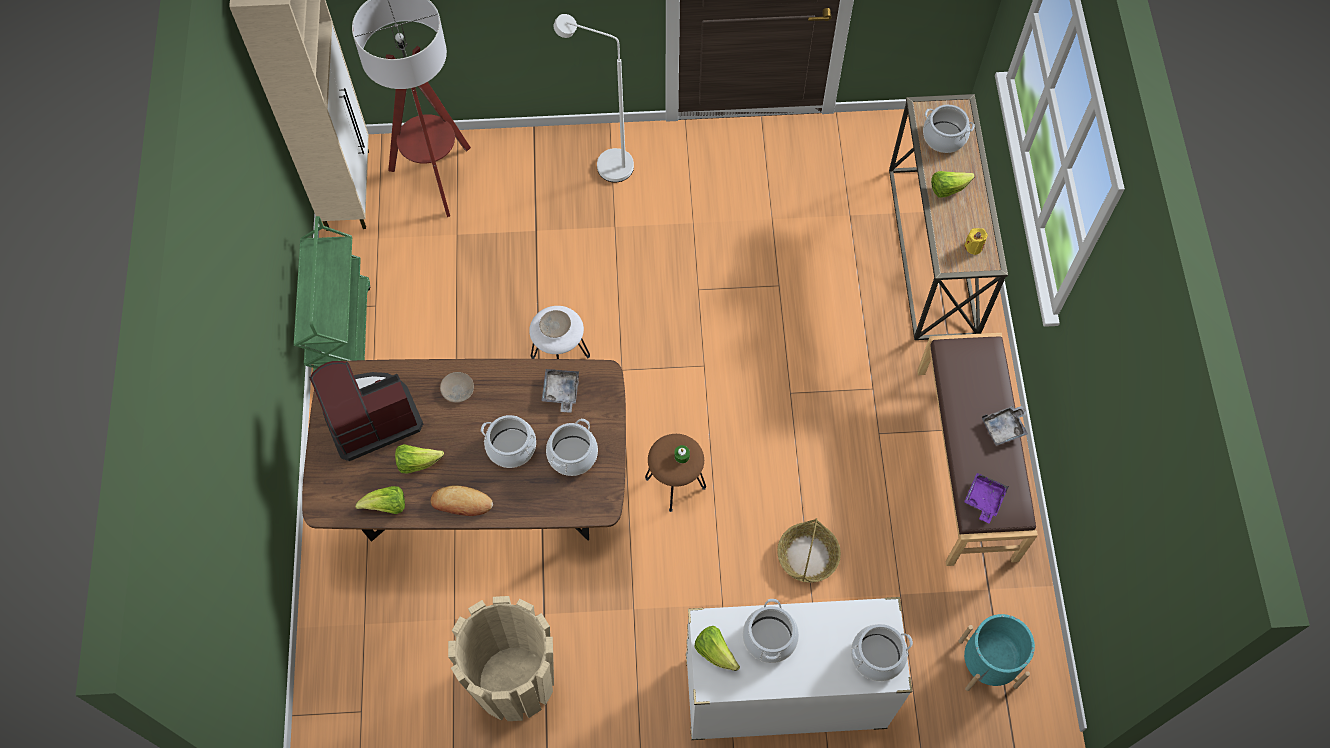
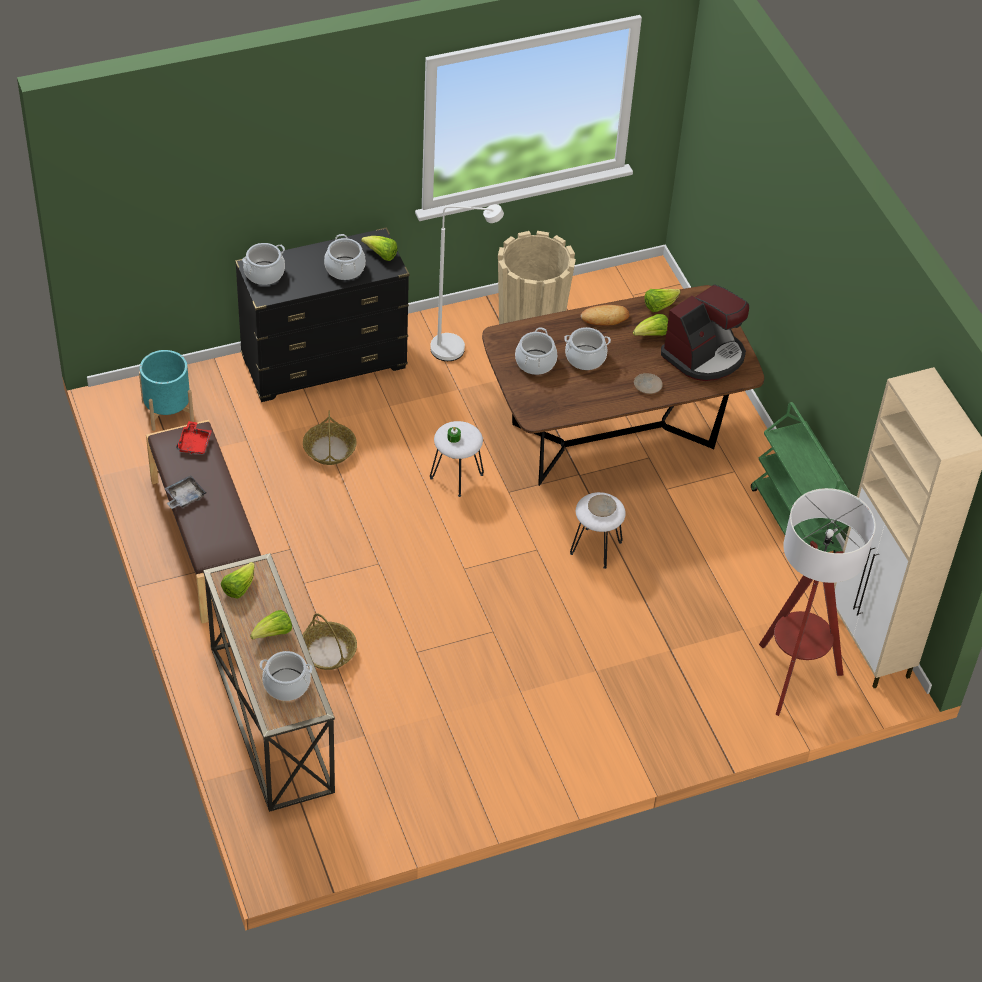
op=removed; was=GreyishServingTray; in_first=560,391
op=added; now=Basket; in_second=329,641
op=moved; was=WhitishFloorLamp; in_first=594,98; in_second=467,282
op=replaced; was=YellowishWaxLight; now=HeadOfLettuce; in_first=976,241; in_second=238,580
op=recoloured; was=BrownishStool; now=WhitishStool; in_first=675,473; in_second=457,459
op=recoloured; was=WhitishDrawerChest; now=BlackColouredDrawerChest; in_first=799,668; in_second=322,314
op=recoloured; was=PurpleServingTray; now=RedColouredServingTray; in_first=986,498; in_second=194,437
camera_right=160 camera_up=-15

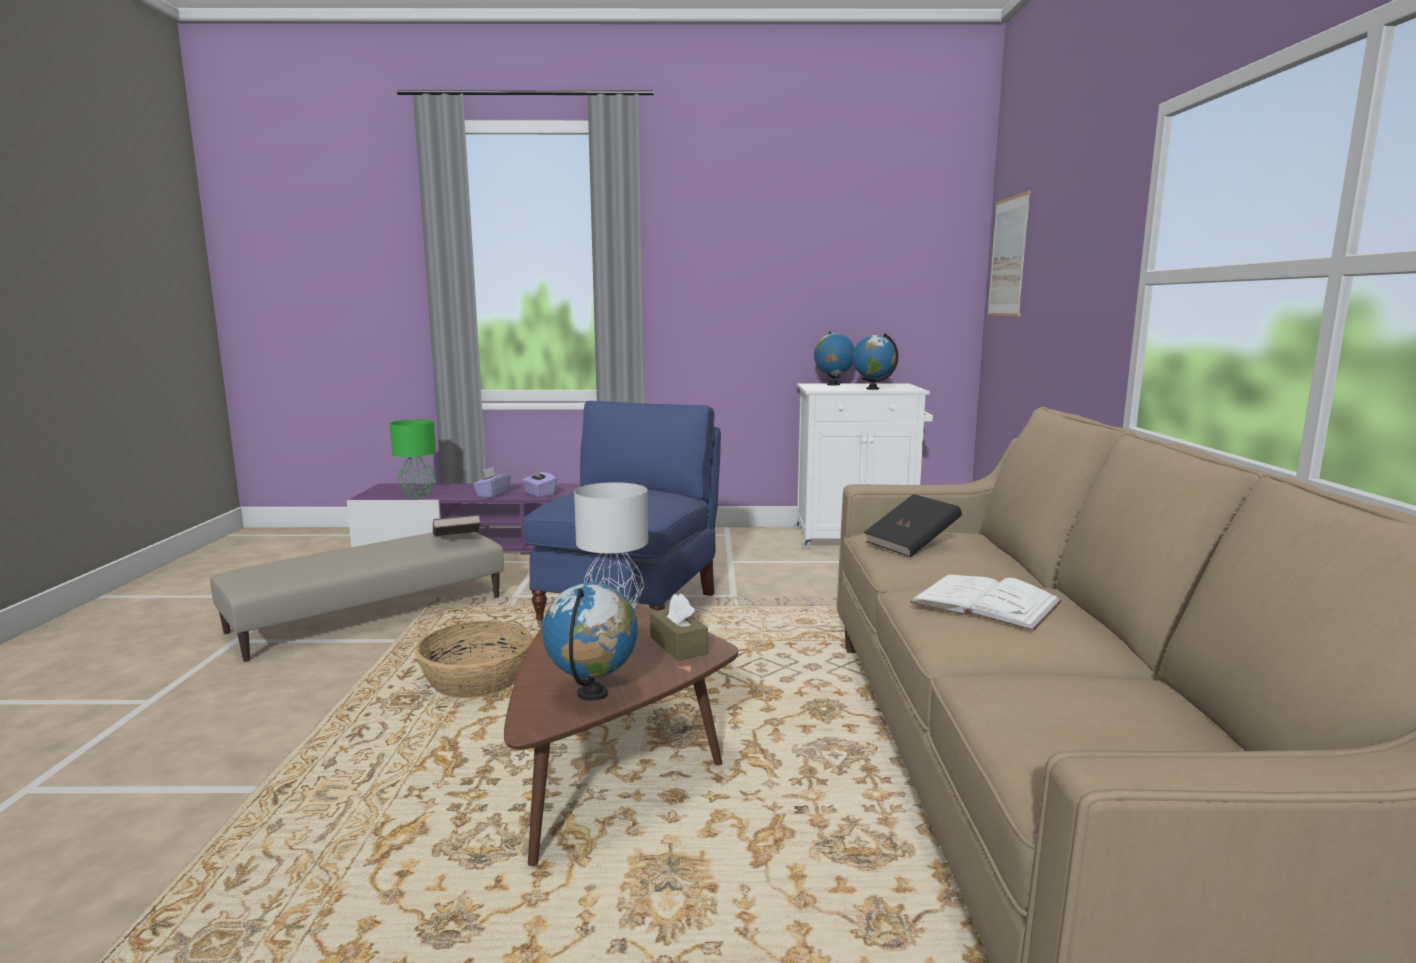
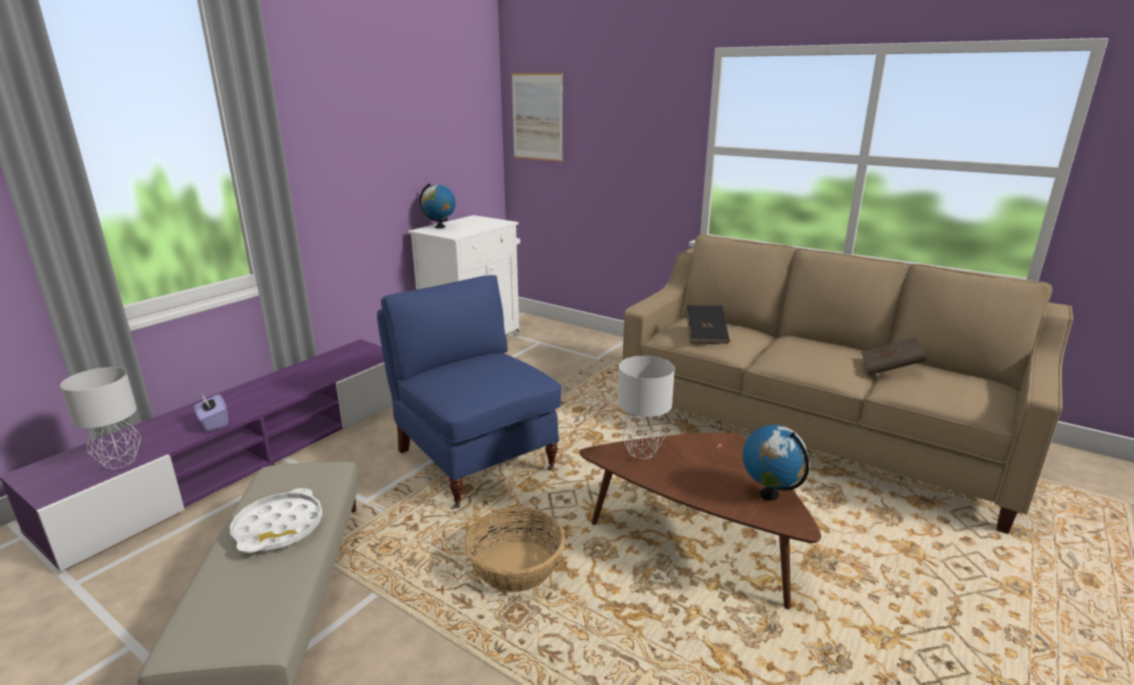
op=removed; was=PurpleTissueBox; in_first=539,482
op=removed; was=BrownishTissueBox; in_first=679,627
op=removed; was=WorldGlobe; in_first=875,361
op=removed; was=WhitishBook; in_first=986,602
op=added; now=WhitishServingTray; in_second=276,520
op=moved; was=BrownishBook; in_first=457,525; in_second=894,356
op=recoloured; was=GreenTableLamp; now=GreyishTableLamp; in_first=412,458; in_second=100,418
camera_right=-55 camera_up=10

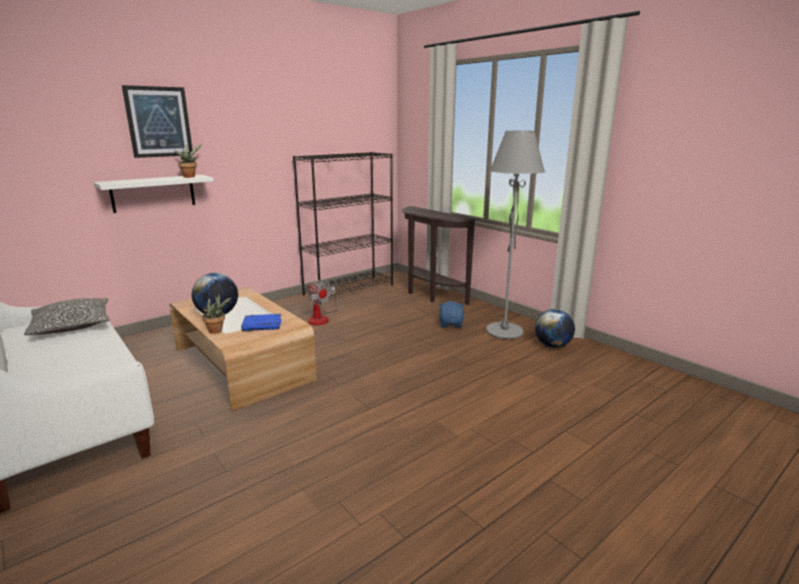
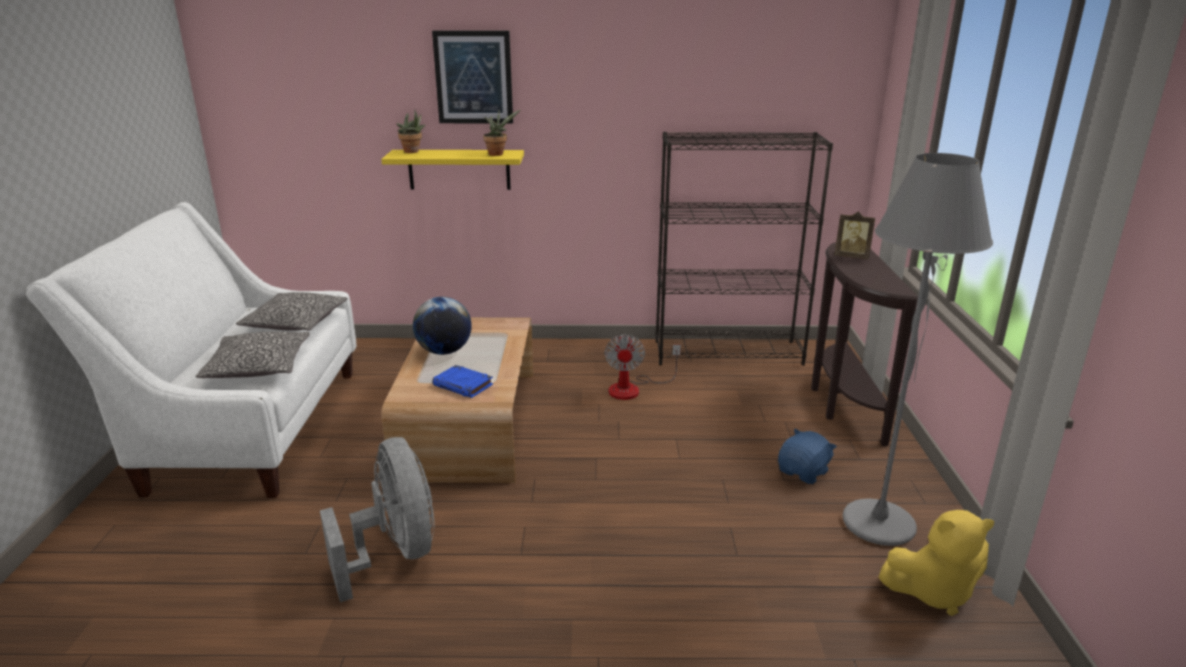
op=added; now=Pillow; in_second=252,355
op=added; now=GreyishFan; in_second=377,519
op=added; now=PhotoFrame; in_second=854,235
op=moved; was=PottedPlant; in_first=216,314; in_second=411,131
op=replaced; was=WorldGlobe; now=YellowishPlushToy; in_first=555,328; in_second=936,563
op=recoloured; was=WhitishWallShelf; now=YellowishWallShelf; in_first=154,194; in_second=452,170
camera_right=40 camera_up=5

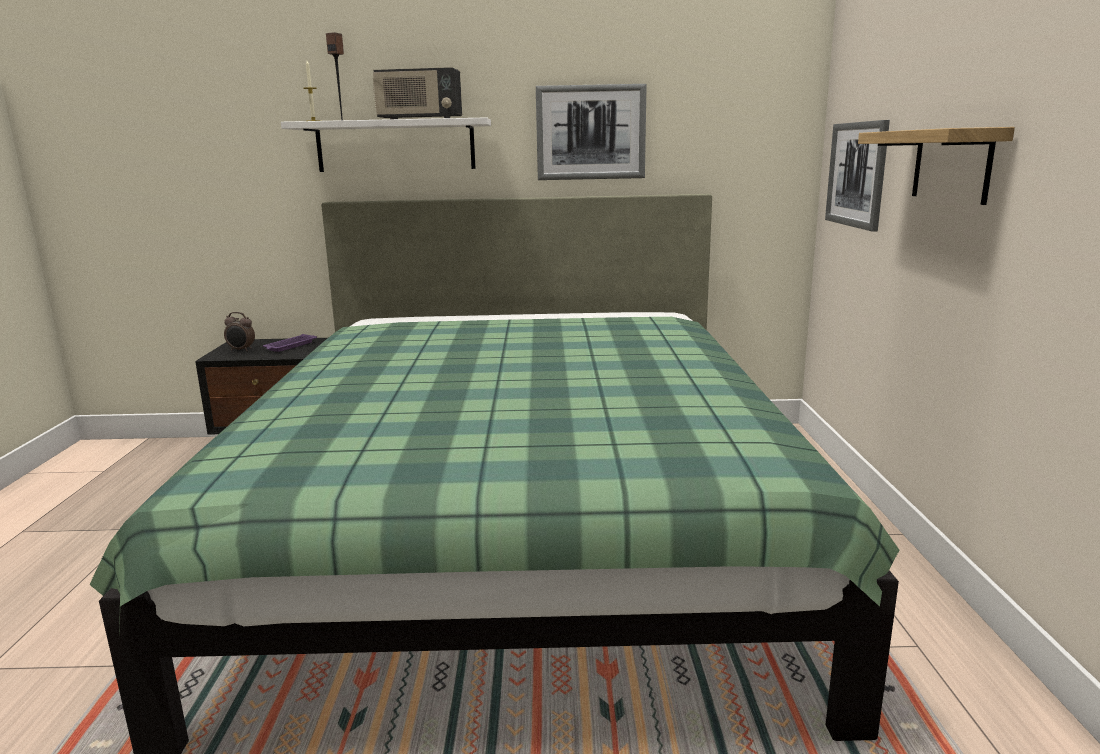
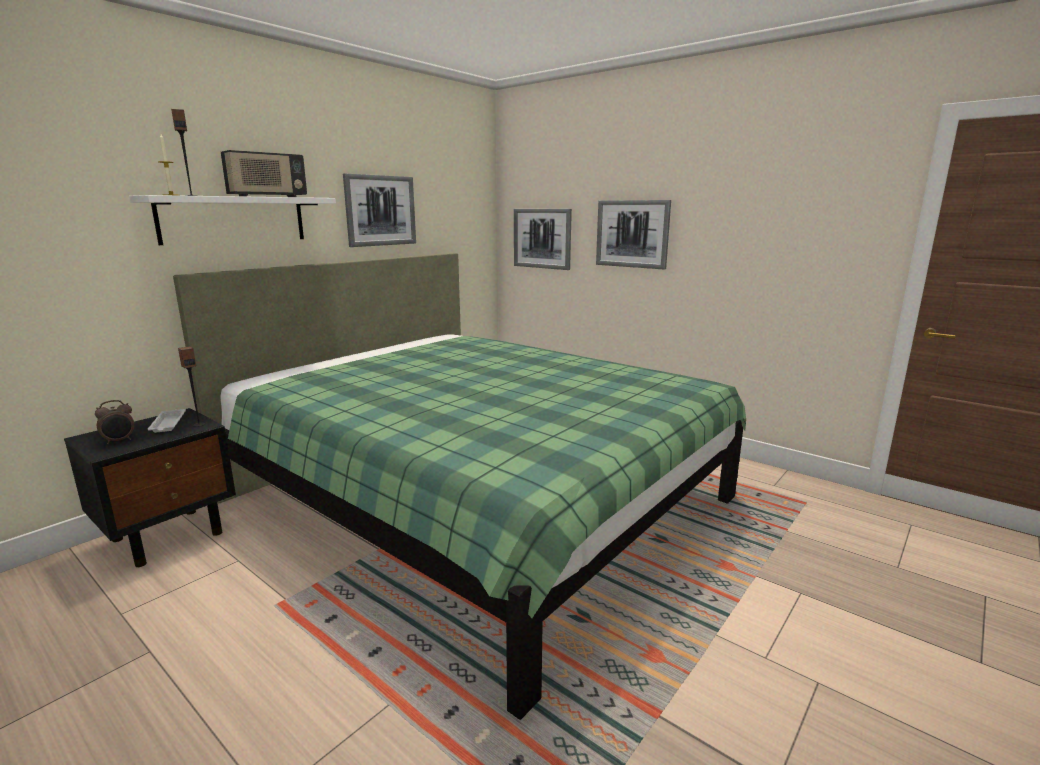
op=added; now=Speaker; in_second=191,386
op=replaced; was=WallShelf; now=WallPicture; in_first=936,166; in_second=633,235
op=recoloured; was=PurpleServingTray; now=WhitishServingTray; in_first=290,343; in_second=167,421
camera_right=-50 camera_up=0

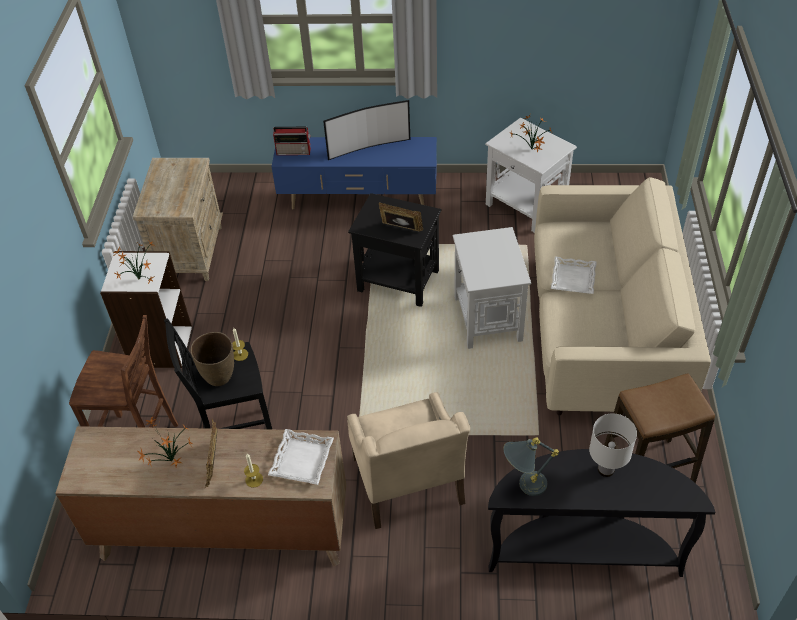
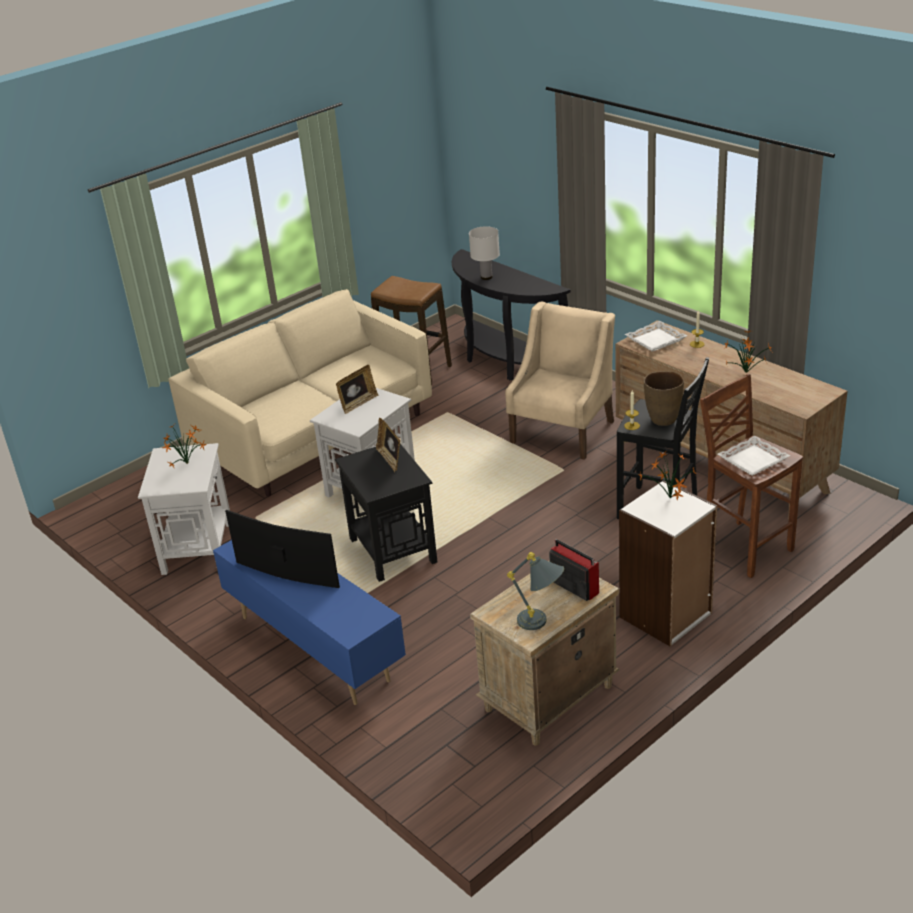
op=moved; was=PhotoFrame; in_first=211,453; in_second=357,389
op=moved; was=RadioSet; in_first=292,140; in_second=574,570
op=moved; was=GreyishTableLamp; in_first=531,467; in_second=535,591
op=moved; was=WhitishServingTray; in_first=574,275; in_second=754,456
camera_right=-135 camera_up=-15

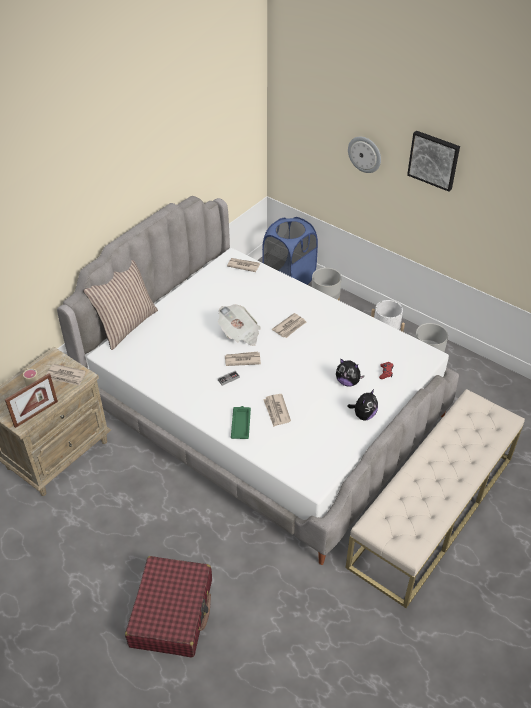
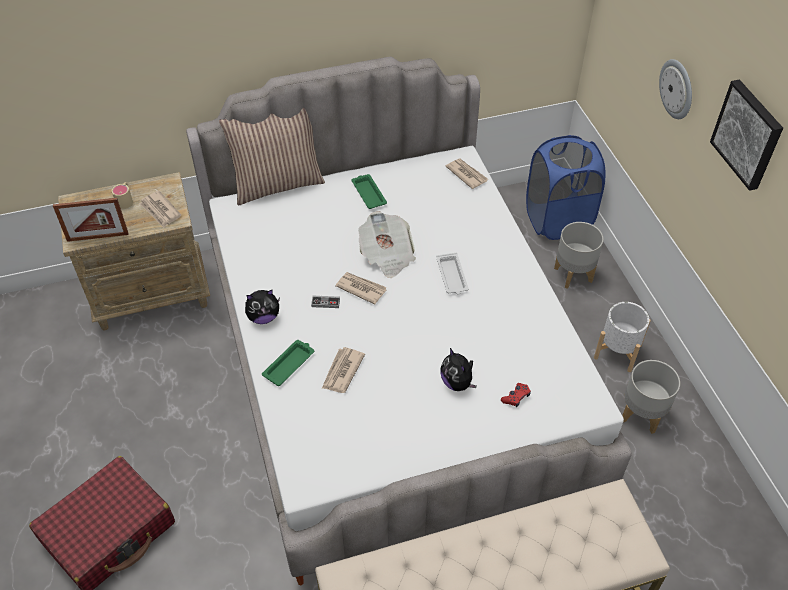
op=added; now=GreenServingTray; in_second=369,191
op=moved; was=PlushToy; in_first=362,404; in_second=262,307
op=replaced; was=PrintedPaper; now=WhitishServingTray; in_first=289,325; in_second=452,274
camera_right=35 camera_up=5

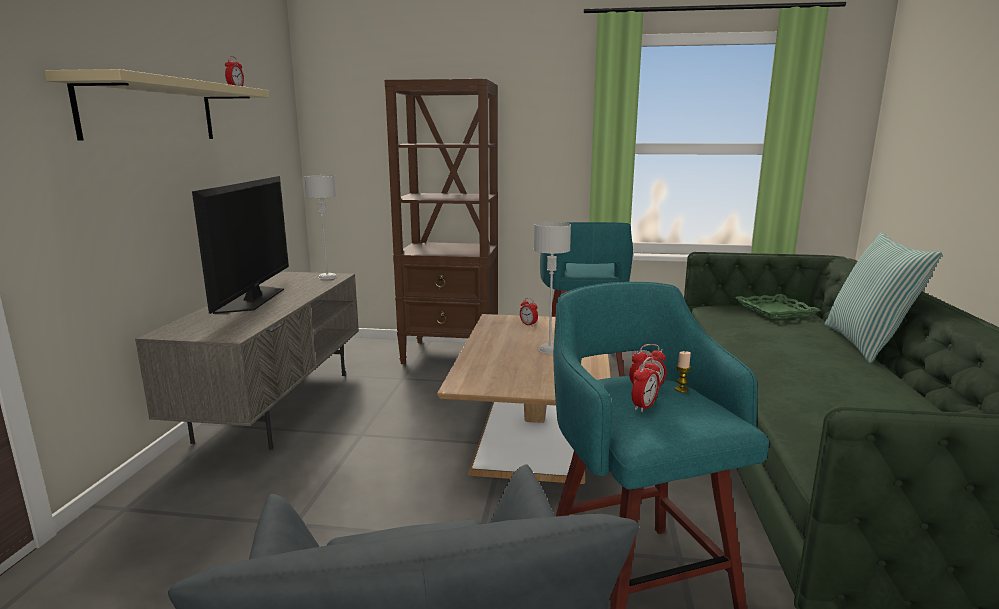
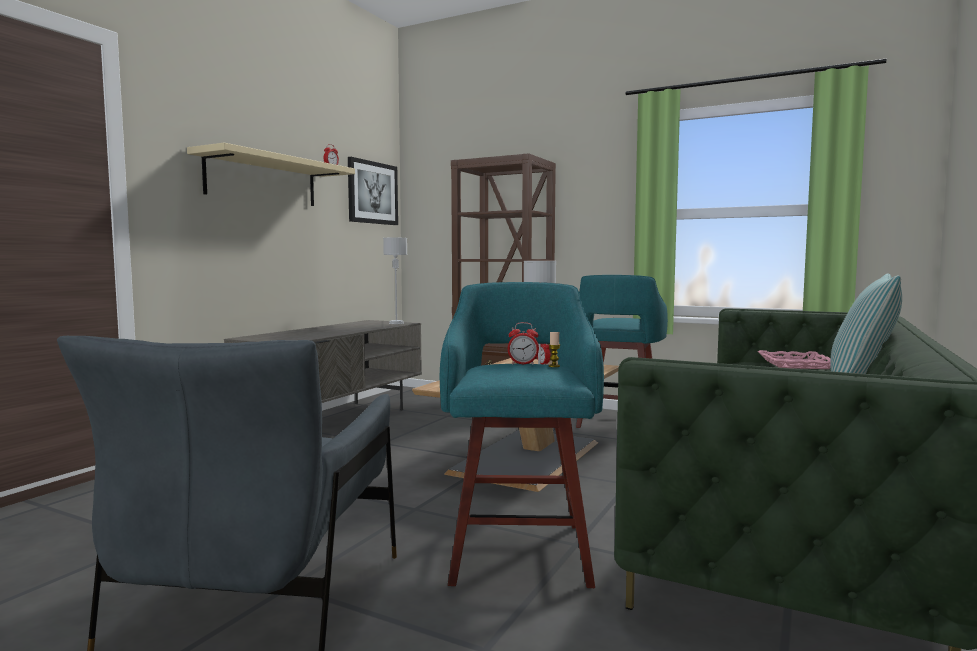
op=removed; was=Television; in_first=240,245
op=removed; was=BedsideClock; in_first=646,384
op=added; now=WallPicture; in_second=373,191
op=recoloured; was=GreenServingTray; now=PinkServingTray; in_first=778,306; in_second=794,359
camera_right=20 camera_up=-10

